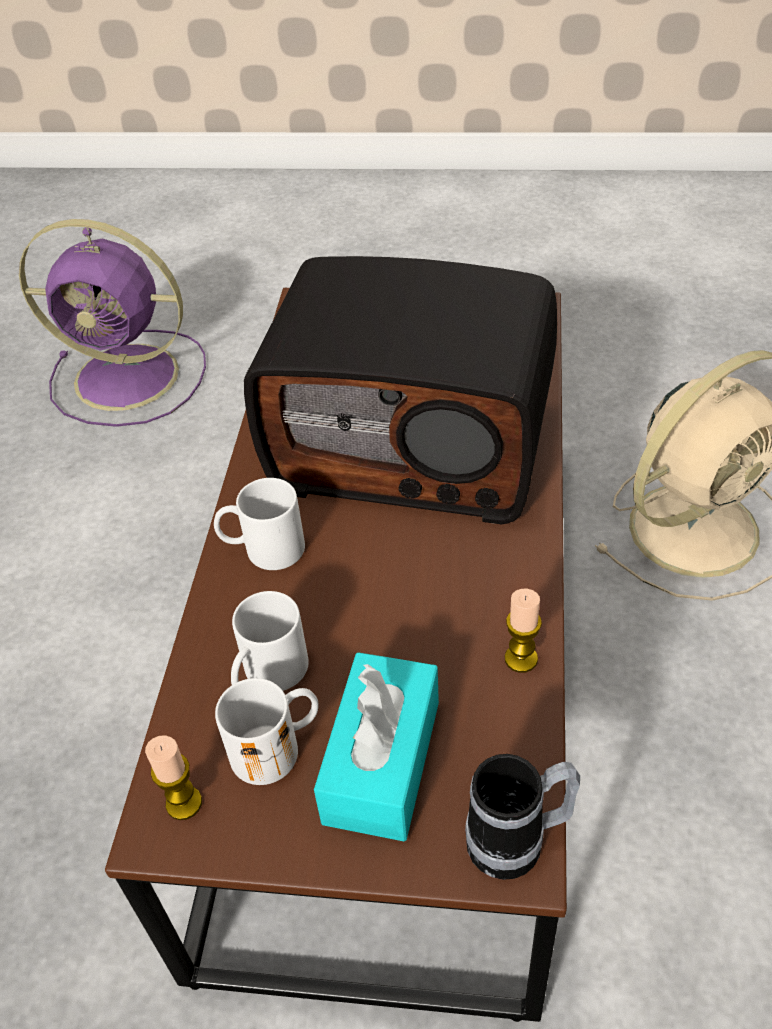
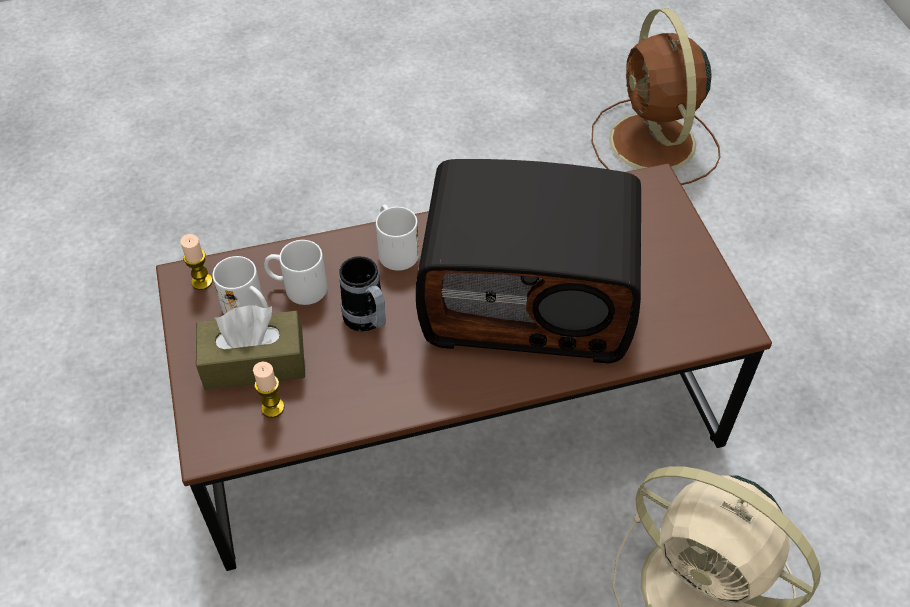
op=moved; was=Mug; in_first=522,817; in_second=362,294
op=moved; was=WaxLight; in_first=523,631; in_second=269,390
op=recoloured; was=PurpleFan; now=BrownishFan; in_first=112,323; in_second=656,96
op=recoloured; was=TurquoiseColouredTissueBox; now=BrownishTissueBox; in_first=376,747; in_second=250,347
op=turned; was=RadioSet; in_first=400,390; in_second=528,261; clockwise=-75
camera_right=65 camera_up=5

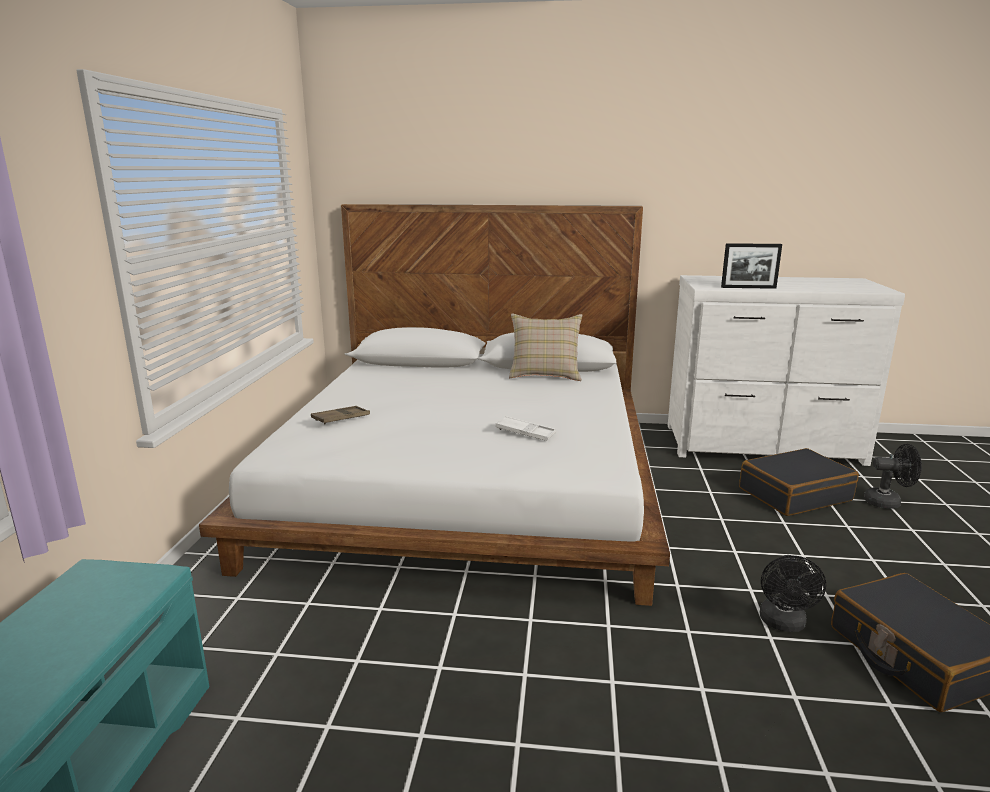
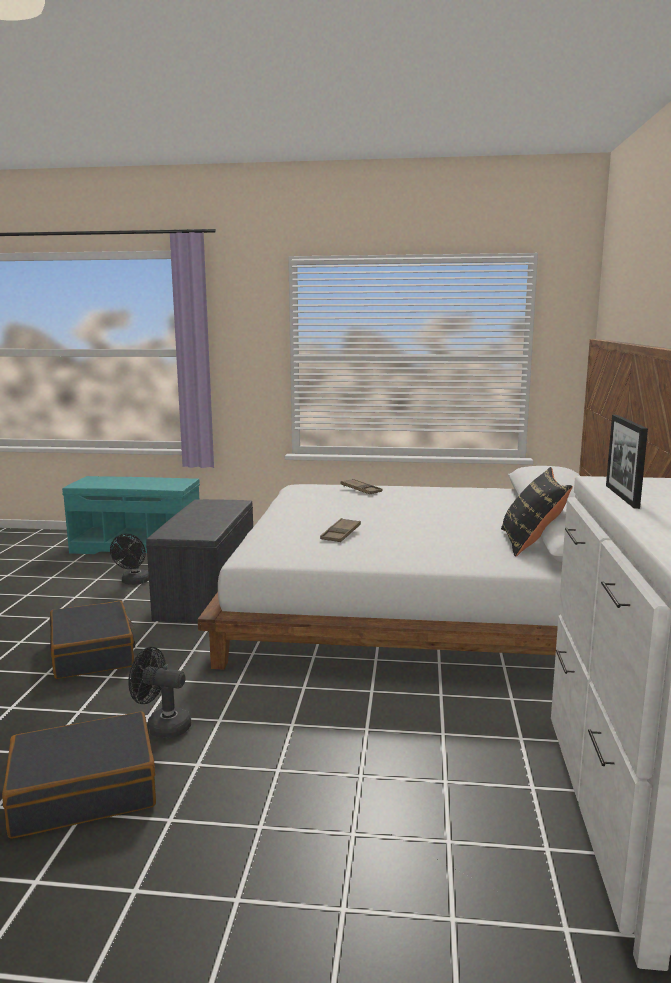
op=added; now=GreyishIndoorBench; in_second=199,561
op=moved; was=BlackColouredSuitcase; in_first=799,482; in_second=92,640
op=moved; was=BlackColouredFan; in_first=893,476; in_second=129,559
op=recoloured; was=WhitishServingTray; now=BrownishServingTray; in_first=526,428; in_second=340,530
op=recoloured; was=BeigeColouredPillow; now=BlackColouredPillow; in_first=545,347; in_second=537,512
camera_right=90 camera_up=-5

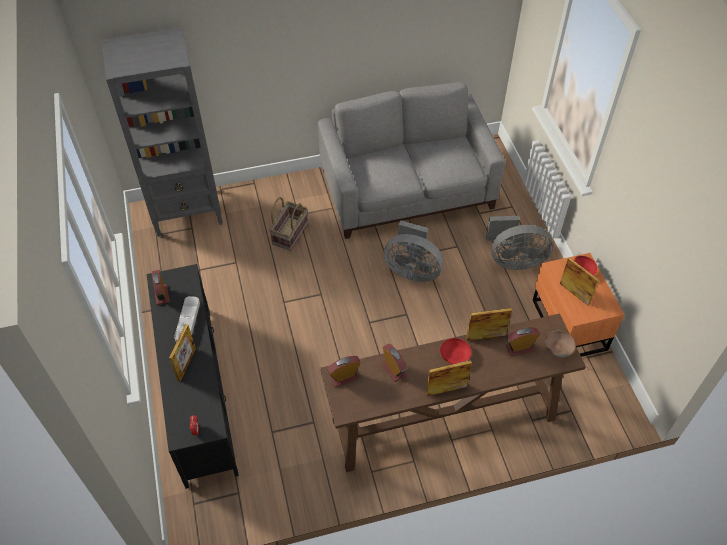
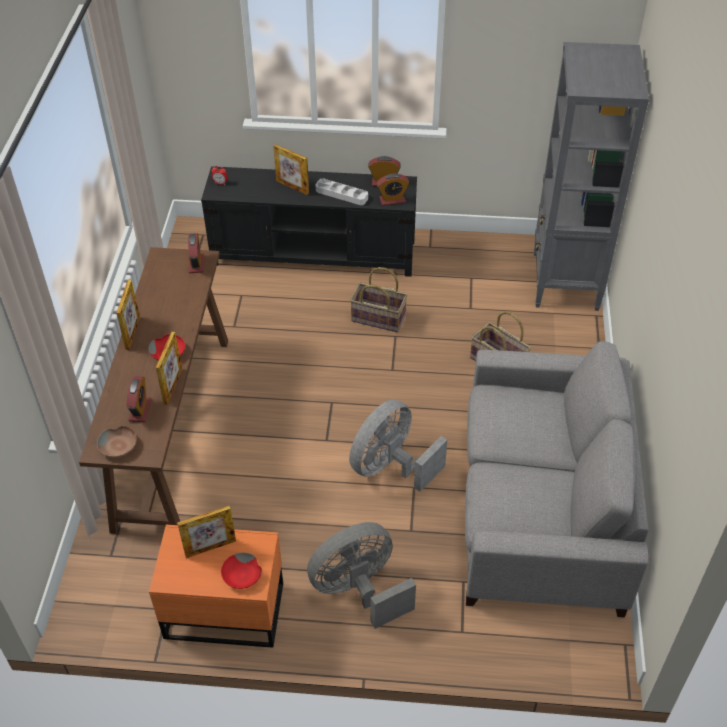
op=added; now=Basket; in_second=378,299
op=moved; was=BedsideClock; in_first=394,363; in_second=392,189
op=turned; was=GreyishFan; in_first=519,243; in_second=361,575; clockwise=45
camera_right=110 camera_up=-5

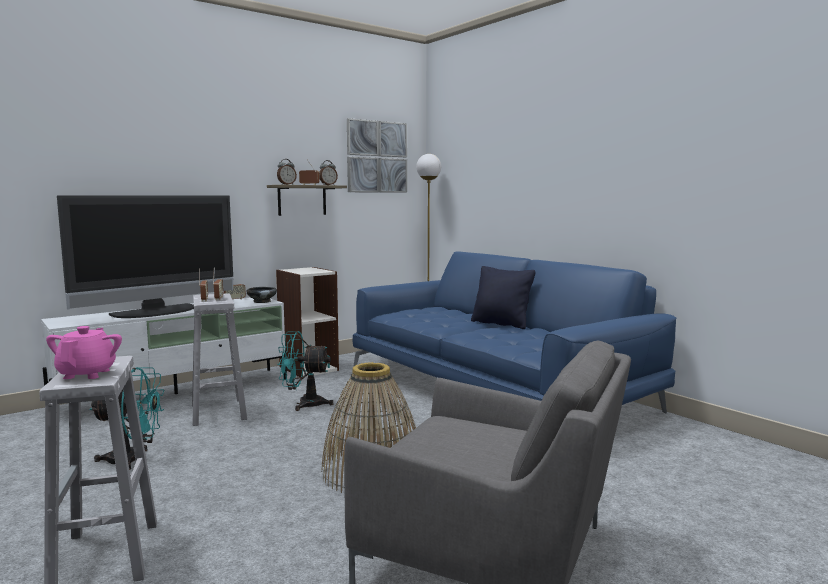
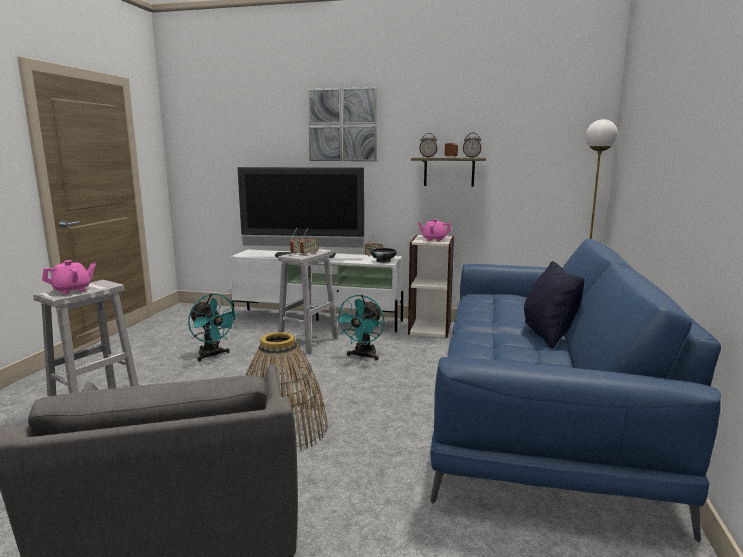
op=added; now=PinkPotForTea; in_second=434,230
op=moved; was=WallPicture; in_first=377,155; in_second=342,124
op=turned; was=TurquoiseColouredFan; in_first=305,371; in_second=360,328; clockwise=-120
camera_right=50 camera_up=5

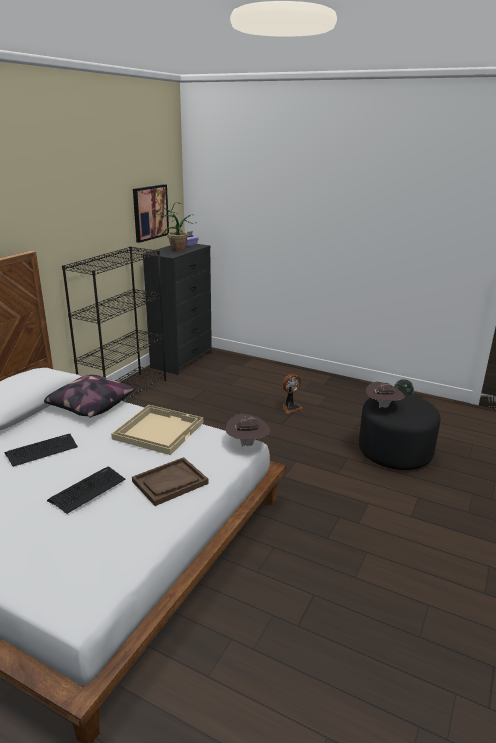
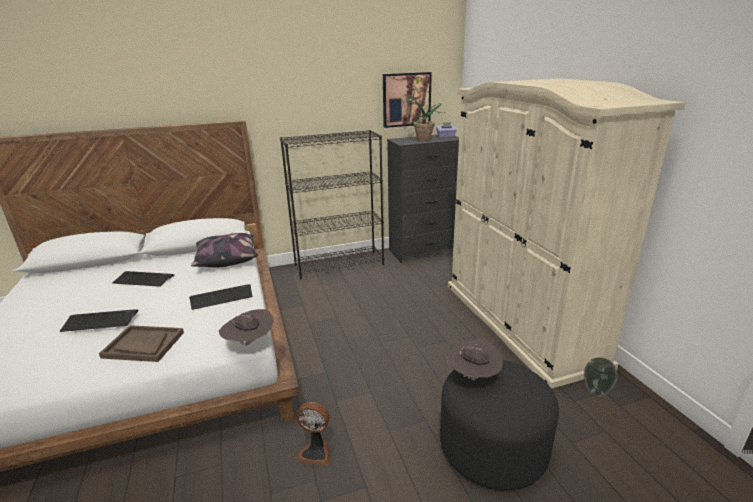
op=added; now=BeigeColouredWardrobe; in_second=567,234
op=moved; was=Fan; in_first=292,393; in_second=313,434
op=replaced; was=BeigeColouredServingTray; now=Keyboard; in_first=157,430; in_second=221,297
camera_right=45 camera_up=0

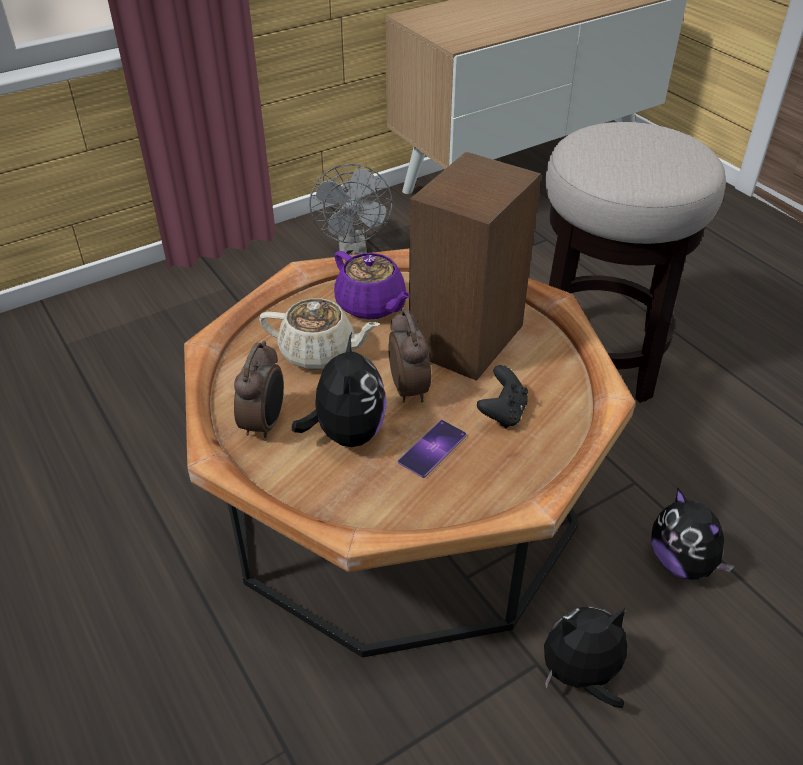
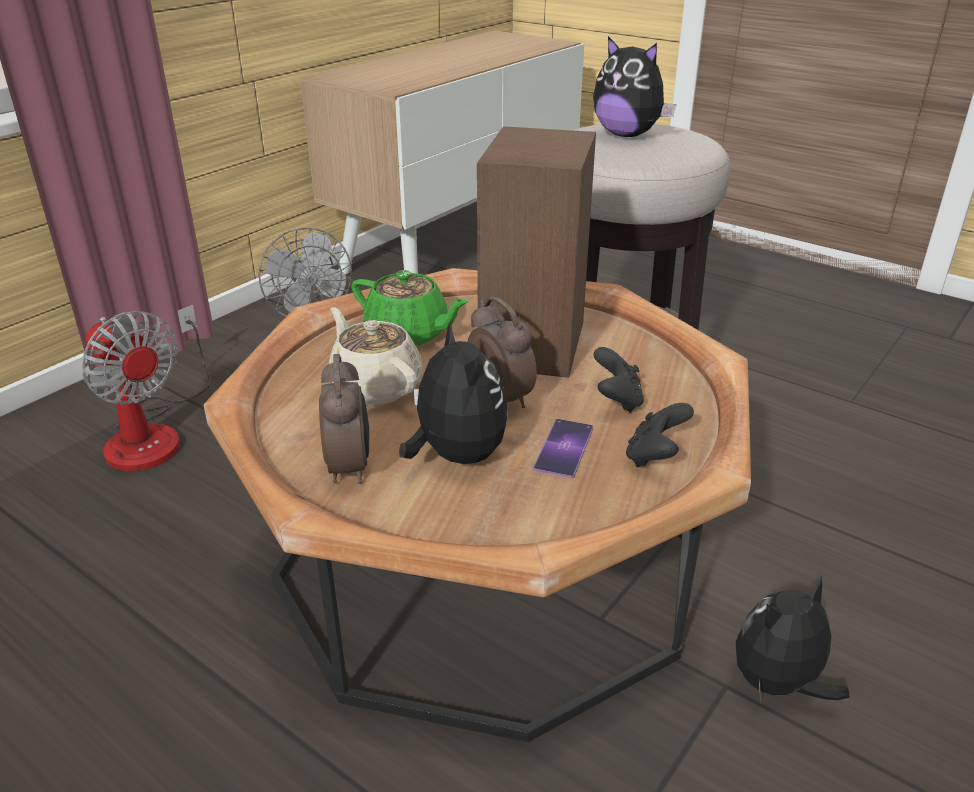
op=added; now=Fan; in_second=146,388
op=added; now=BlackColouredGamepad; in_second=660,435
op=moved; was=PlushToy; in_first=693,534; in_second=635,86
op=recoloured; was=PurplePotForTea; now=GreenPotForTea; in_first=371,285; in_second=409,308
op=turned; was=BeigeColouredPotForTea; in_first=319,334; in_second=375,356; clockwise=-120
camera_right=-20 camera_up=-10

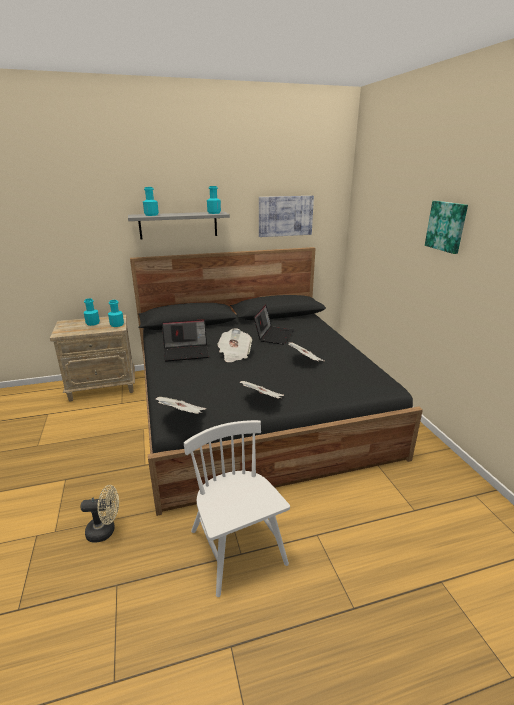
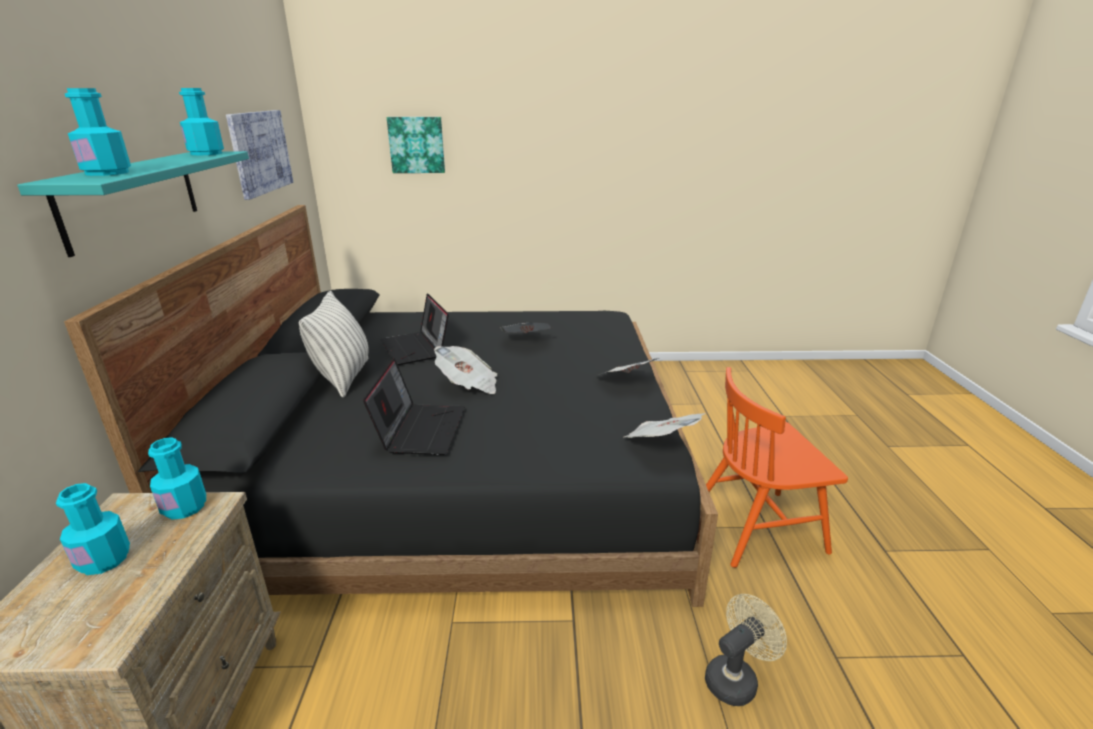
op=added; now=Pillow; in_second=333,344
op=moved; was=WallPicture; in_first=446,227; in_second=416,145
op=recoloured; was=GreyishWallShelf; now=TurquoiseColouredWallShelf; in_first=179,226; in_second=133,204
op=recoloured; was=WhitishUprightChair; now=OrangeColouredUprightChair; in_first=237,508; in_second=777,467
op=turned; was=BeigeColouredFan; in_first=100,514; in_second=746,650; clockwise=45
op=turned; was=Laptop; in_first=274,325; in_second=414,329; clockwise=-150
camera_right=-75 camera_up=0

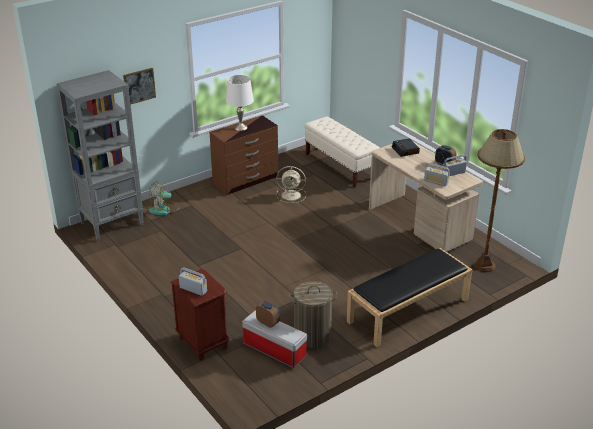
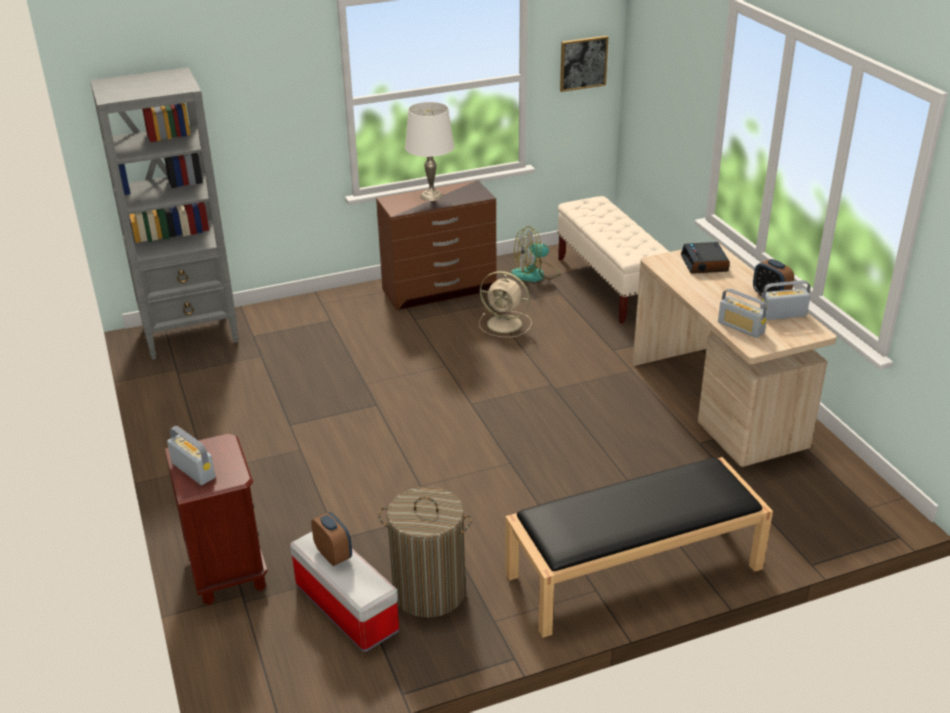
op=removed; was=BrownishFloorLamp; in_first=499,200
op=moved; was=WallPicture; in_first=139,86; in_second=584,64
op=moved; was=Fan; in_first=164,198; in_second=535,254
camera_right=15 camera_up=0

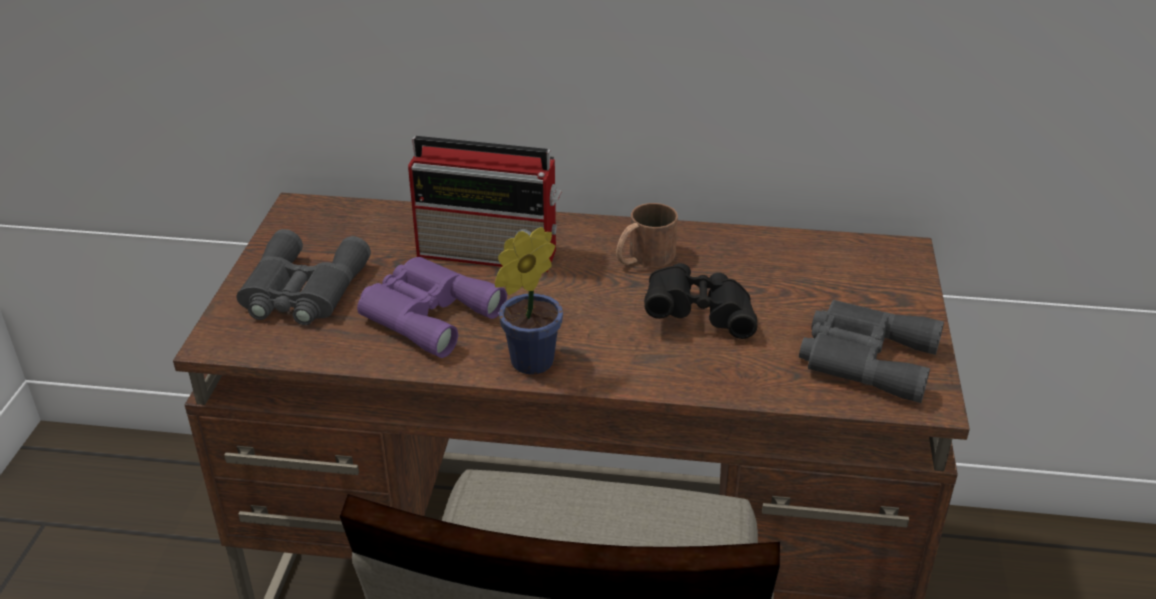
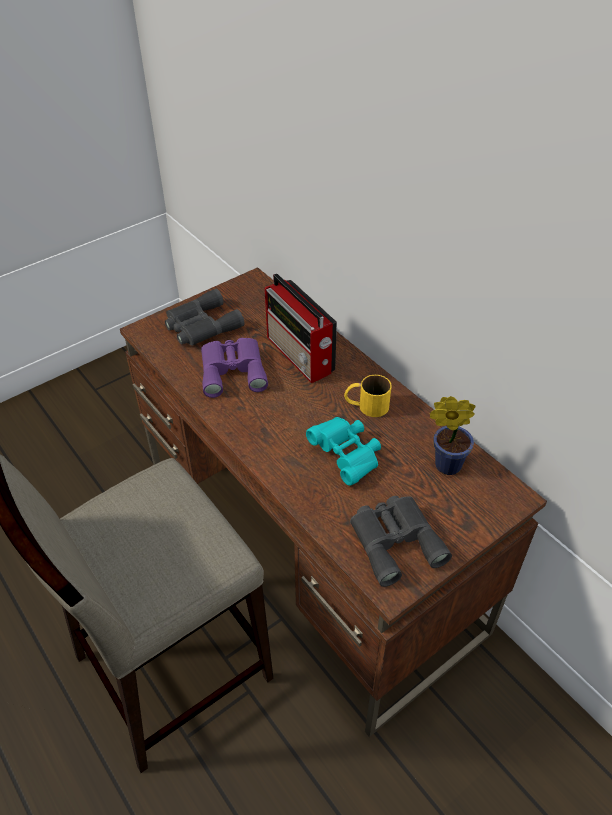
op=moved; was=PottedPlant; in_first=529,301; in_second=452,435
op=recoloured; was=BrownishMug; now=YellowishMug; in_first=647,235; in_second=368,396
op=recoloured; was=BlackColouredPairOfBinoculars; now=TurquoiseColouredPairOfBinoculars; in_first=700,301; in_second=343,451
camera_right=45 camera_up=10

